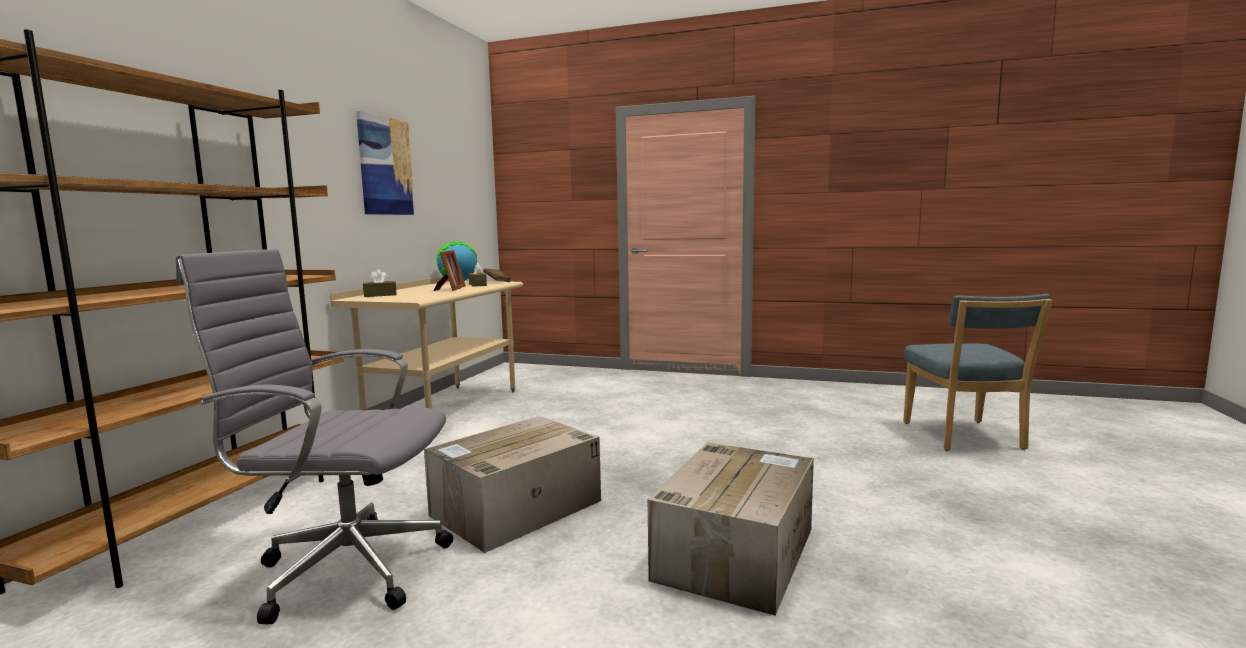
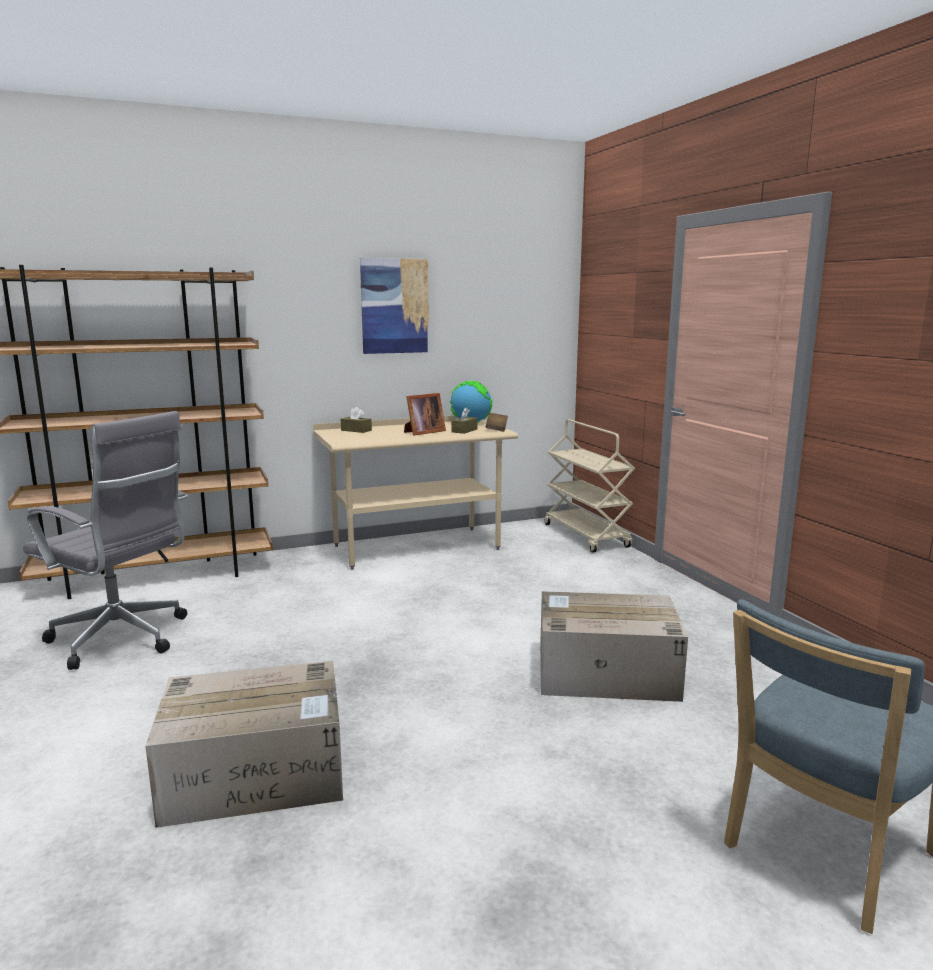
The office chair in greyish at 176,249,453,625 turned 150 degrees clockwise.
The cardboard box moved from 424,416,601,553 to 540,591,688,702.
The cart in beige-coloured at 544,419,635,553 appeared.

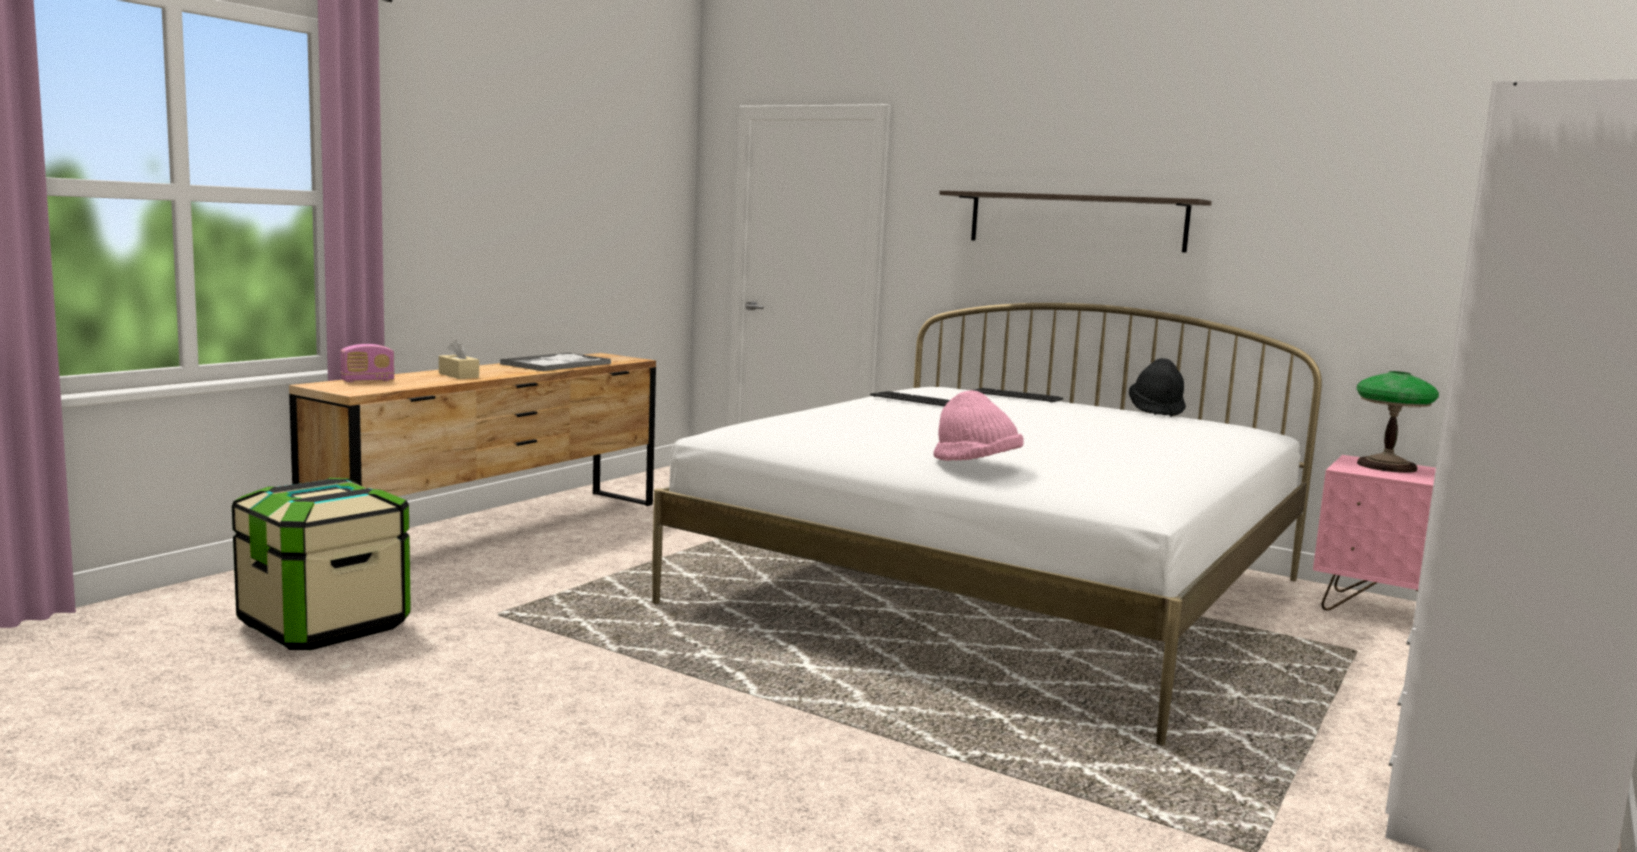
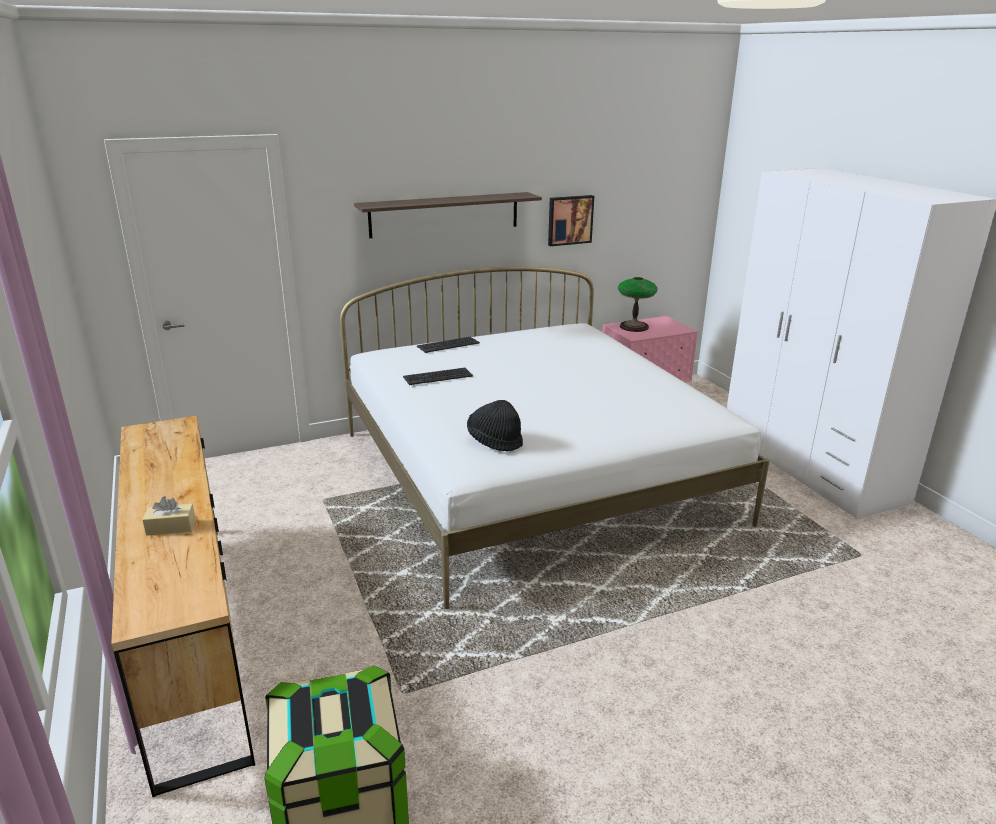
The radio at 340,344,395,382 disappeared.
The carrying tray at 500,353,611,371 disappeared.
The clothing hat in pink at 933,390,1023,461 disappeared.
The clothing hat in blackish moved from 1129,358,1186,417 to 467,400,523,451.
The picture at 548,195,594,246 appeared.

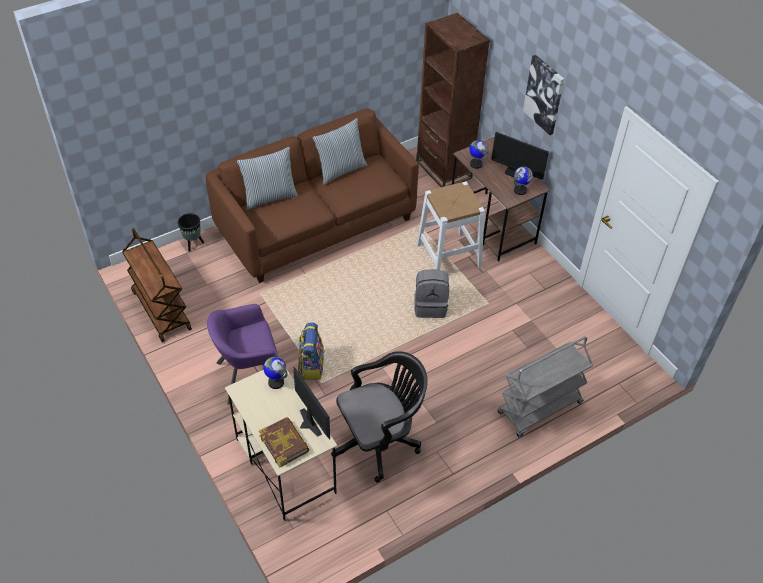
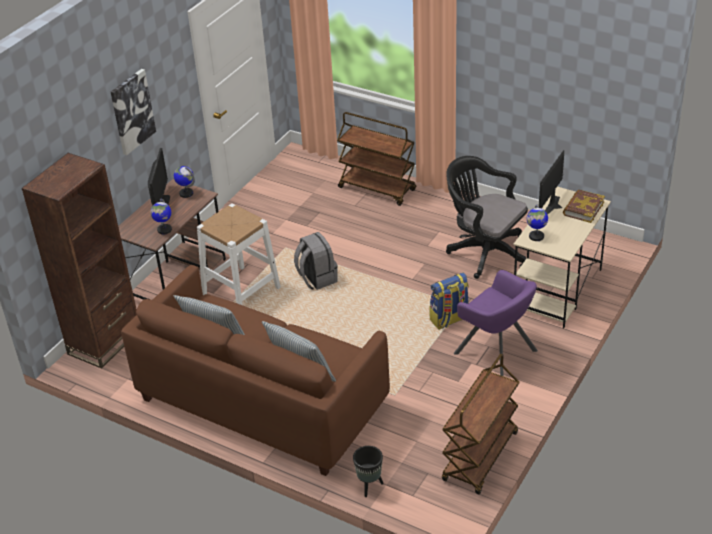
The cart in greyish at 497,336,593,437 became the cart in brown at 337,112,416,206.

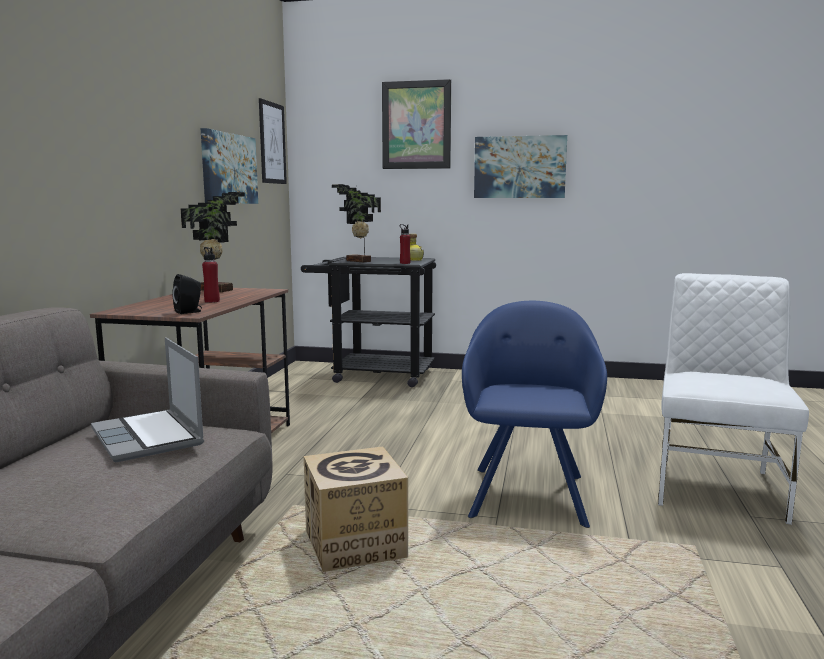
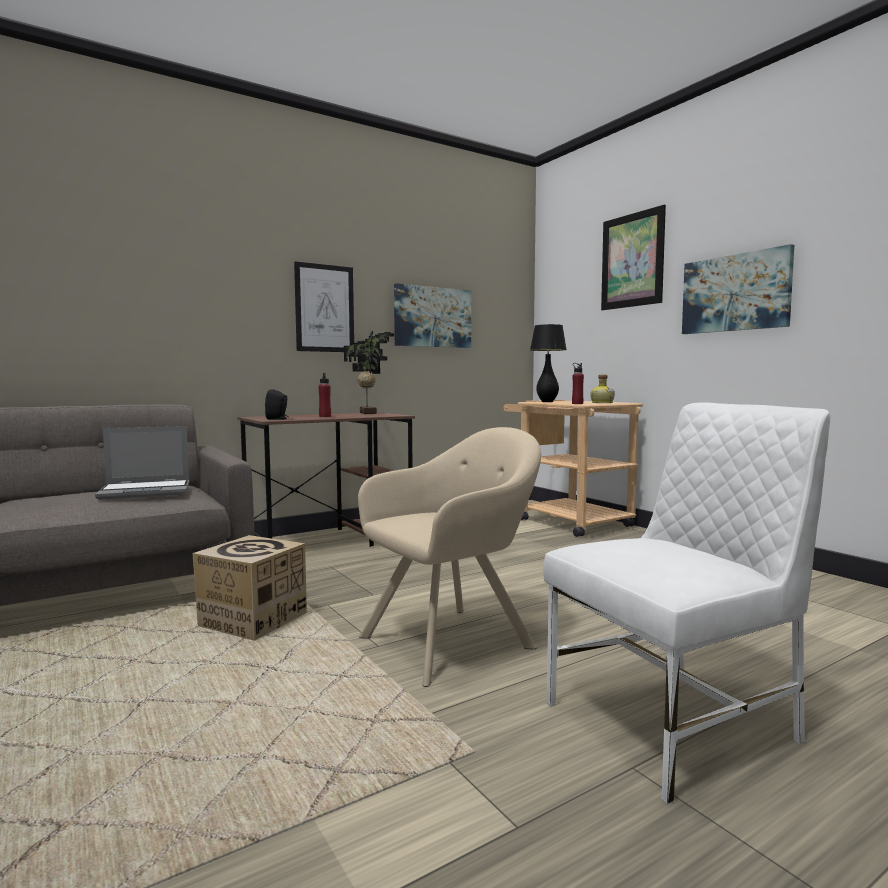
The portable computer at 91,337,204,463 turned 120 degrees counterclockwise.
The picture moved from 259,98,287,184 to 294,262,354,352.
The cart in blackish at 301,257,436,387 became the cart in beige-coloured at 504,400,643,537.
The houseplant at 332,184,381,262 was replaced by the table lamp in blackish at 530,324,567,402.
The lounge chair in blue at 462,301,607,528 became the lounge chair in beige-coloured at 358,427,541,687.

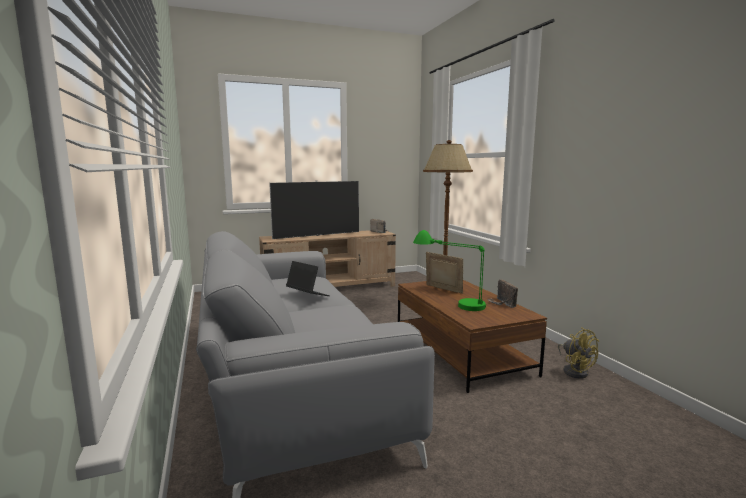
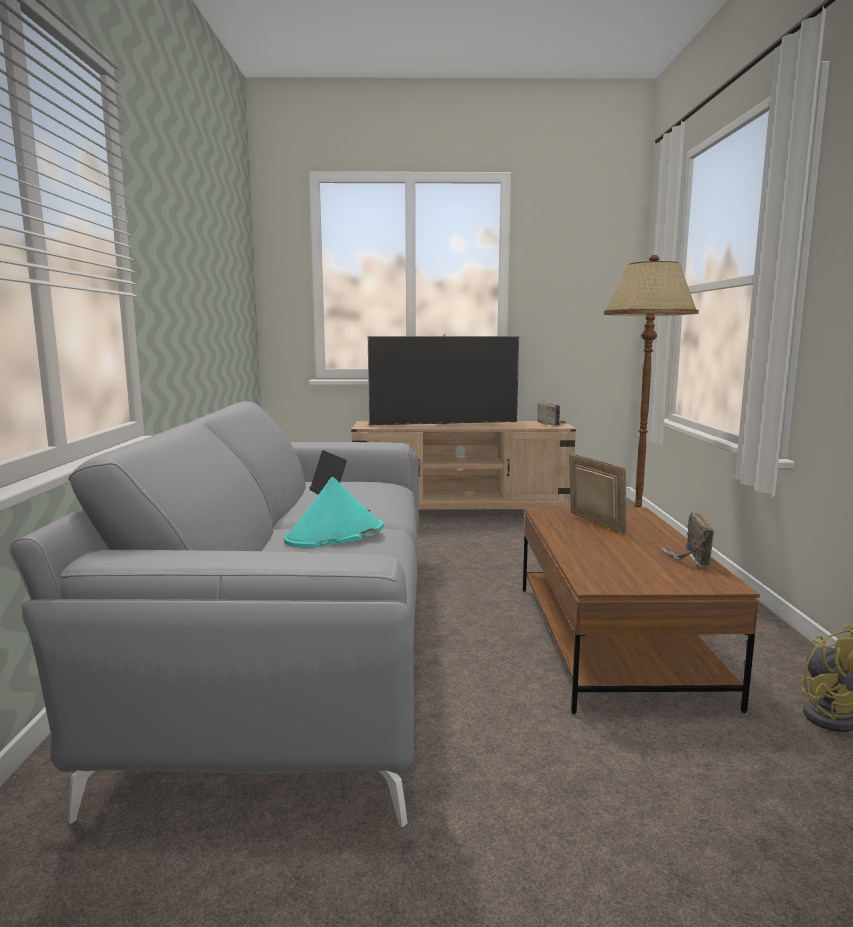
The table lamp in greenish at 413,230,486,311 disappeared.
The clothing hat in blue-green at 284,477,383,548 appeared.

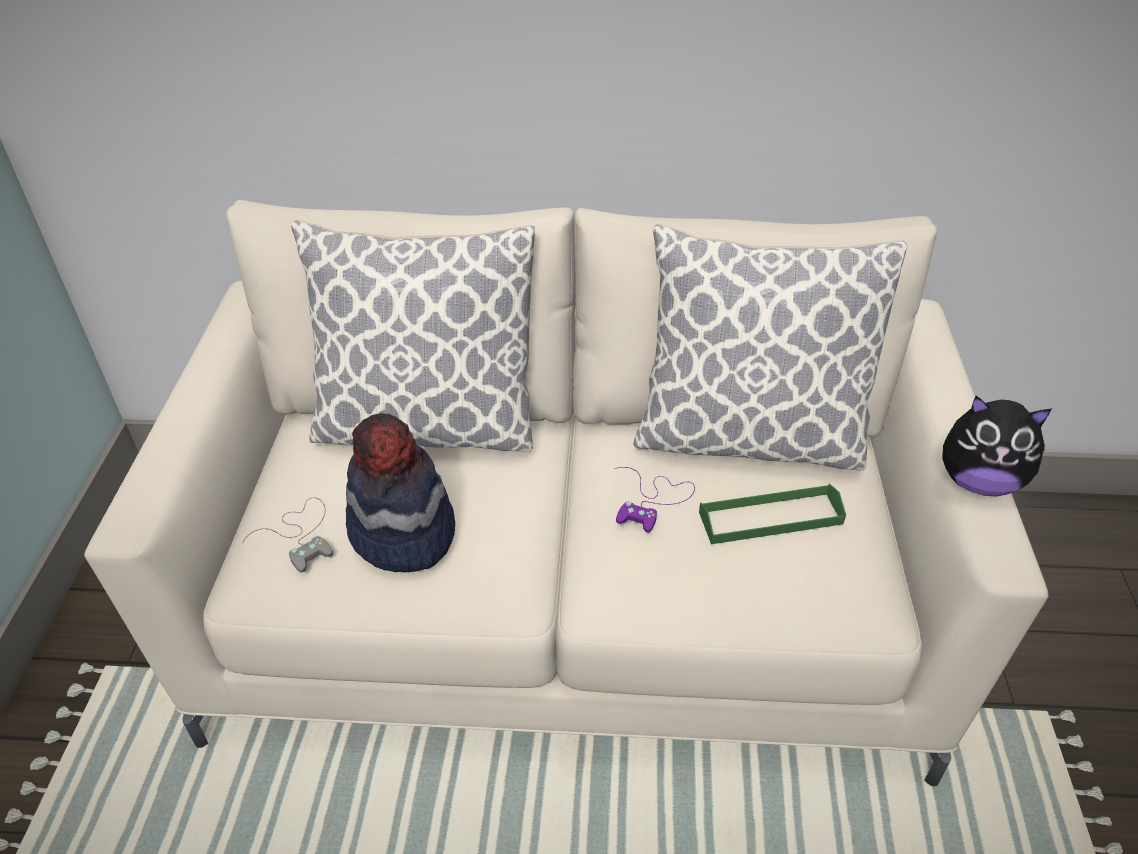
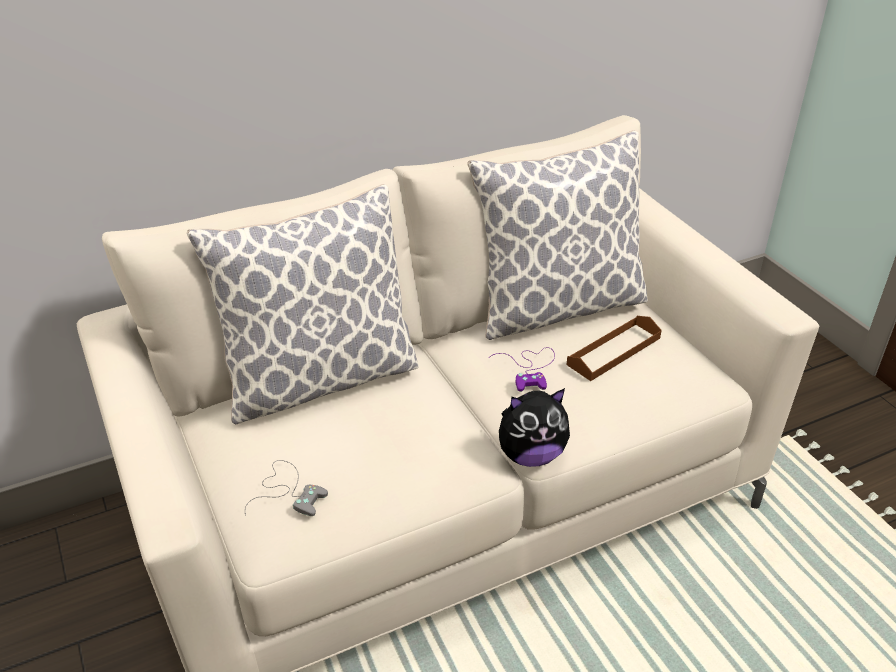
The clothing hat at 346,413,455,572 disappeared.
The carrying tray in greenish at 699,484,846,544 became the carrying tray in brown at 566,316,662,381.
The plush toy moved from 942,396,1052,497 to 499,388,570,467.

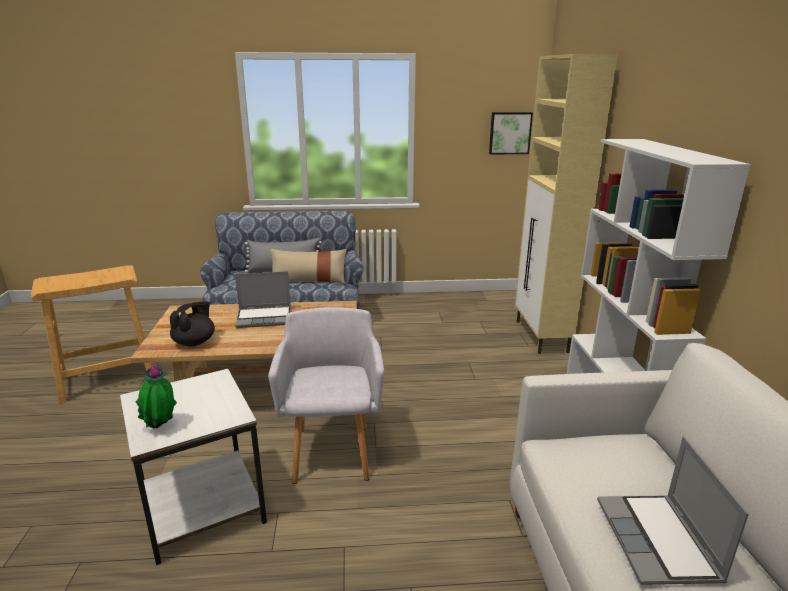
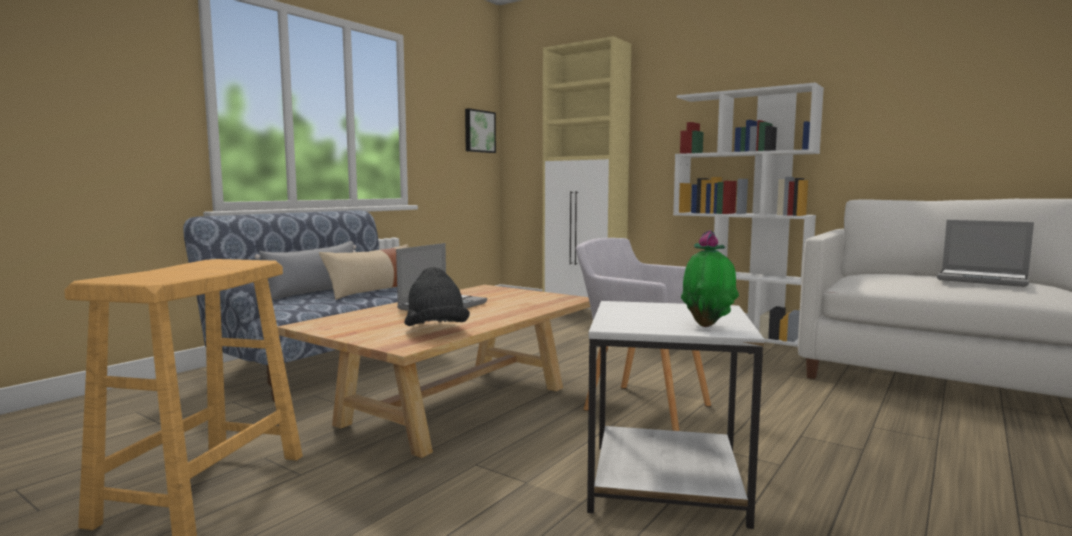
The teapot in blackish at 170,301,215,346 was replaced by the clothing hat in blackish at 404,267,470,326.

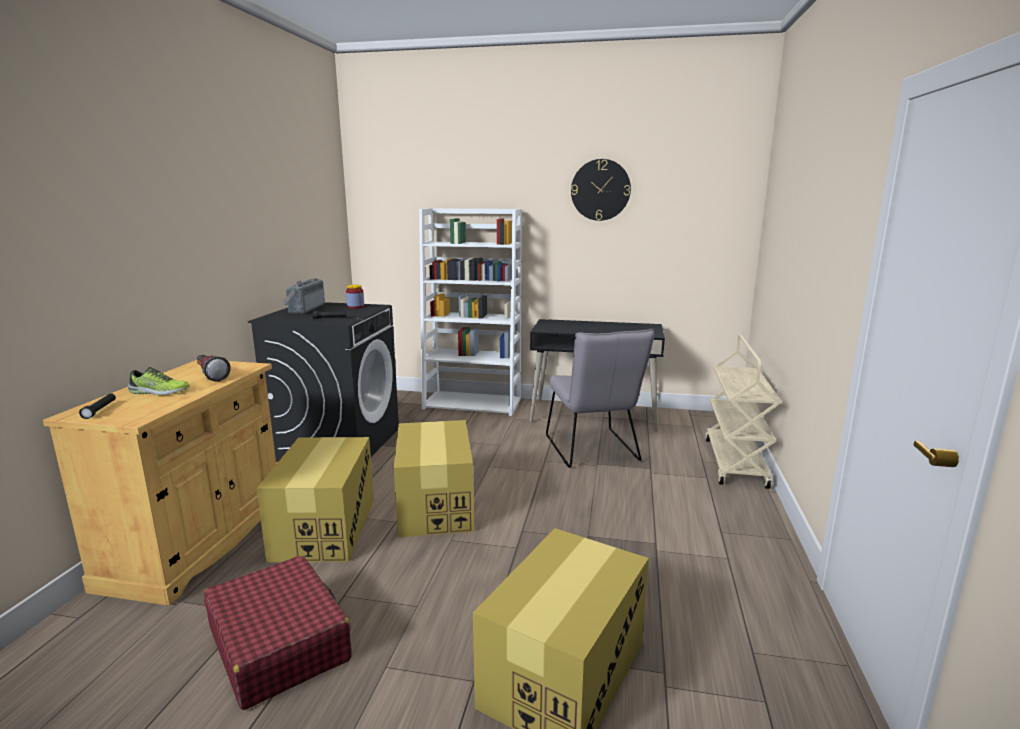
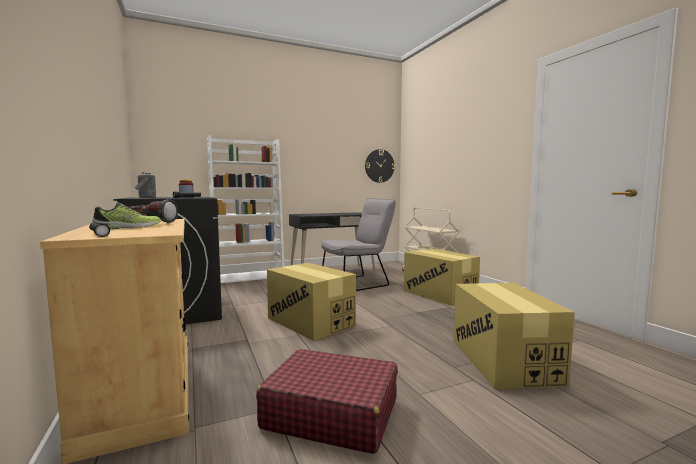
The cardboard box moved from 257,437,374,562 to 404,249,480,306.
The upright chair in greyish at 546,329,655,468 turned 75 degrees counterclockwise.
The hanging clock moved from 571,159,631,221 to 365,149,395,183.

